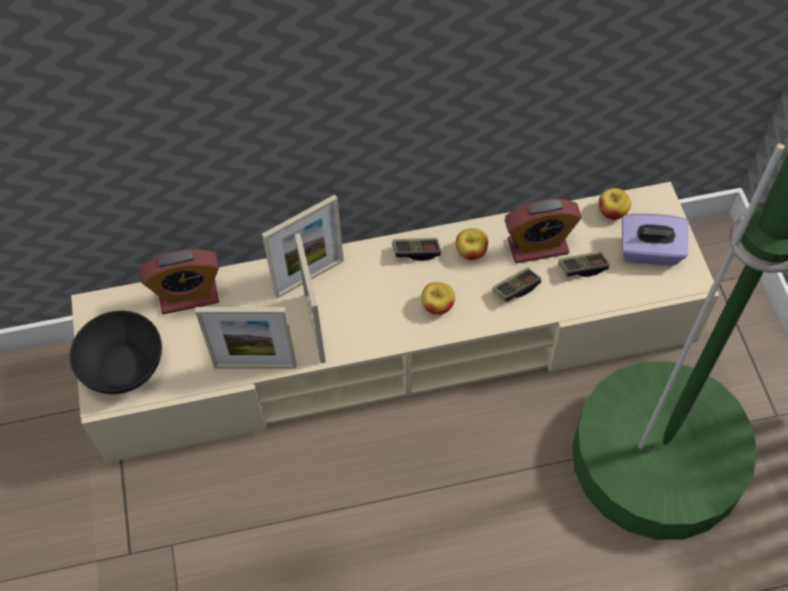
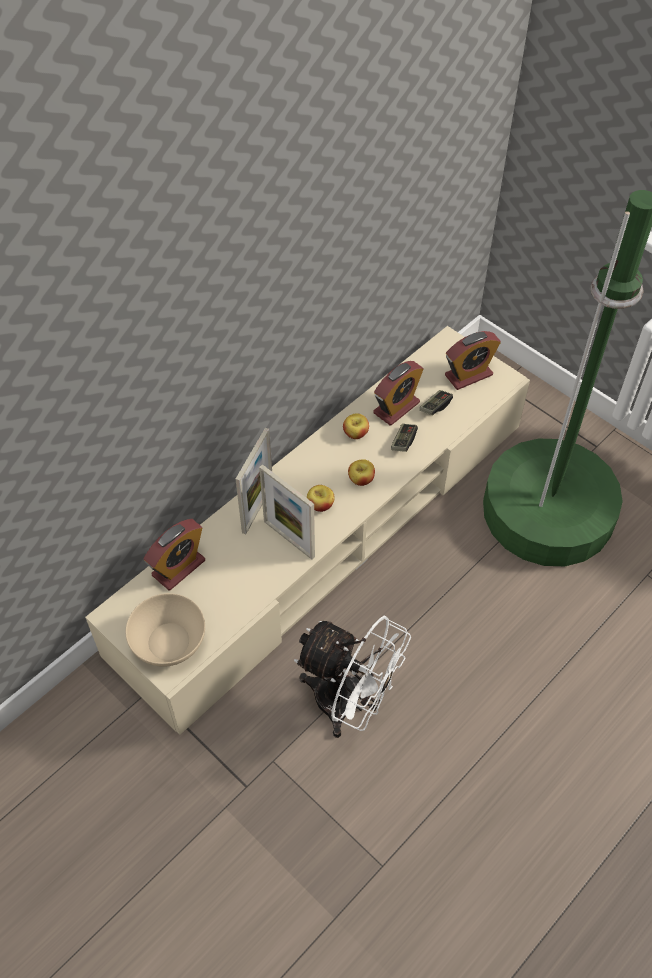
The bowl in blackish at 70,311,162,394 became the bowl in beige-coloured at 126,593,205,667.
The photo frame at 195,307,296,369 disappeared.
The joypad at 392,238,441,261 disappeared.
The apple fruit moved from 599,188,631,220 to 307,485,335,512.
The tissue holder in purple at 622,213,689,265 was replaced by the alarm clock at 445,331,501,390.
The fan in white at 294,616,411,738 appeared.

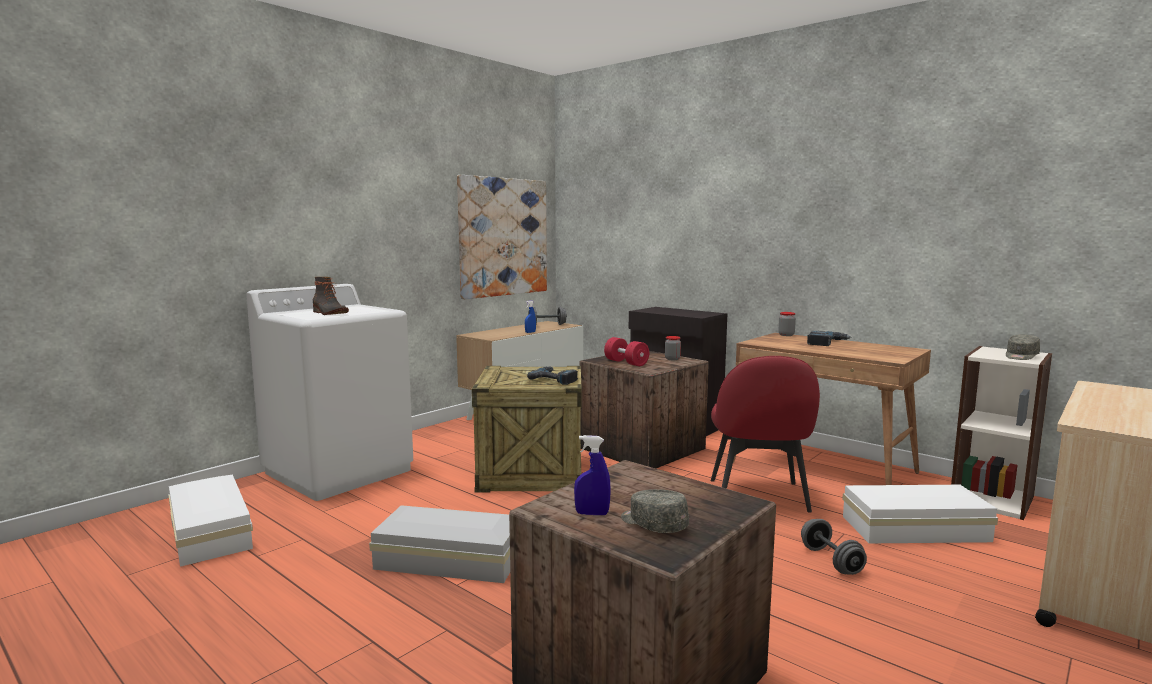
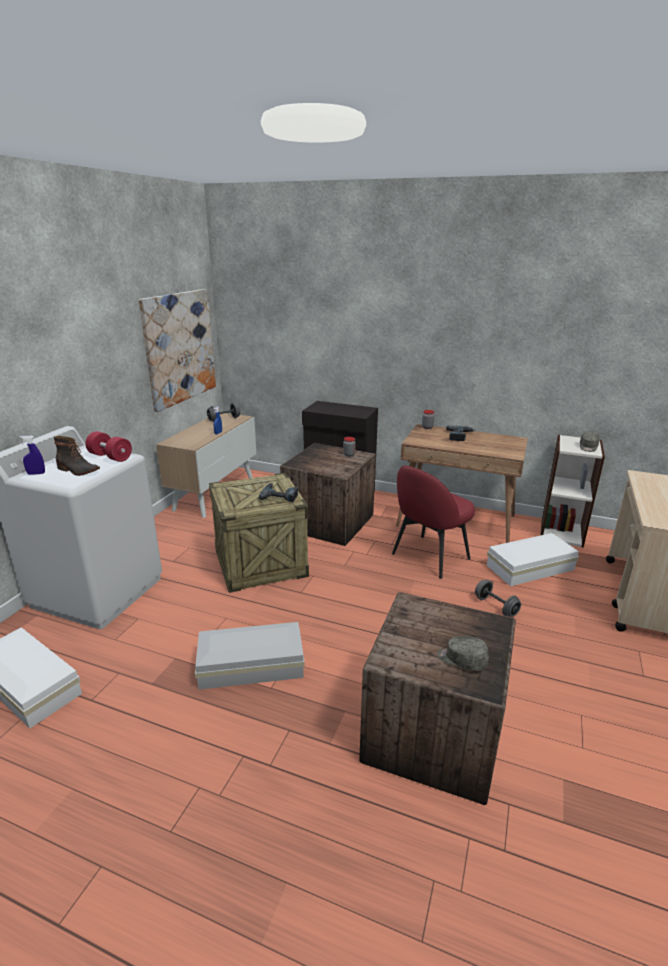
The spray bottle in blue moved from 574,435,611,515 to 19,435,45,475.
The dumbbell in red moved from 604,337,649,366 to 85,431,132,462.
The upright chair in red at 711,356,820,513 turned 60 degrees clockwise.

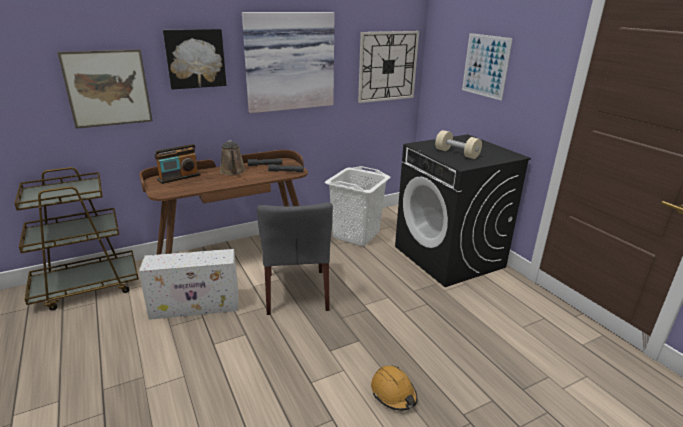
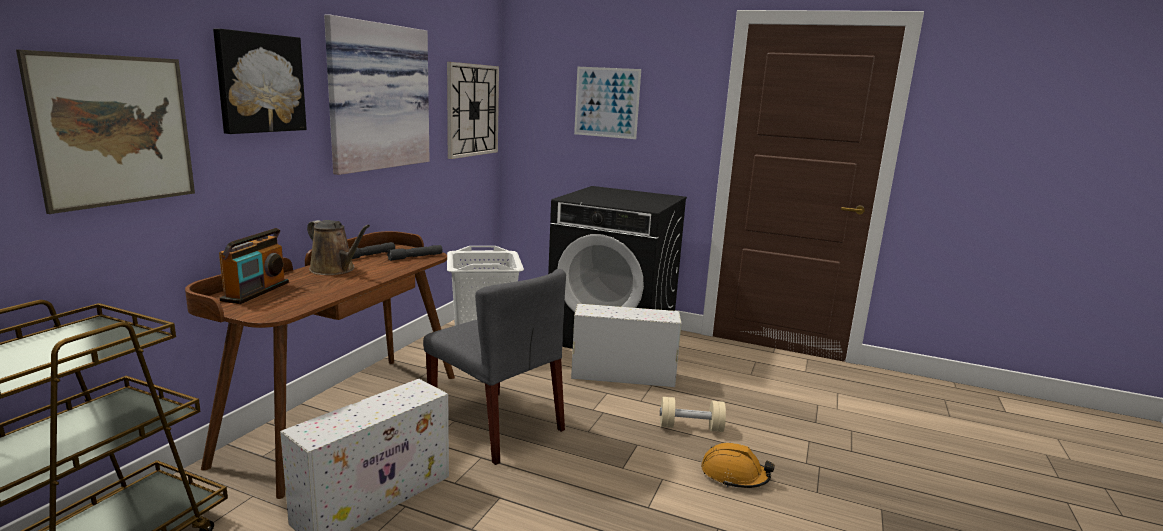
The dumbbell in beige-coloured moved from 435,130,482,159 to 660,397,726,432.
The storage bin in white at 571,304,682,387 appeared.

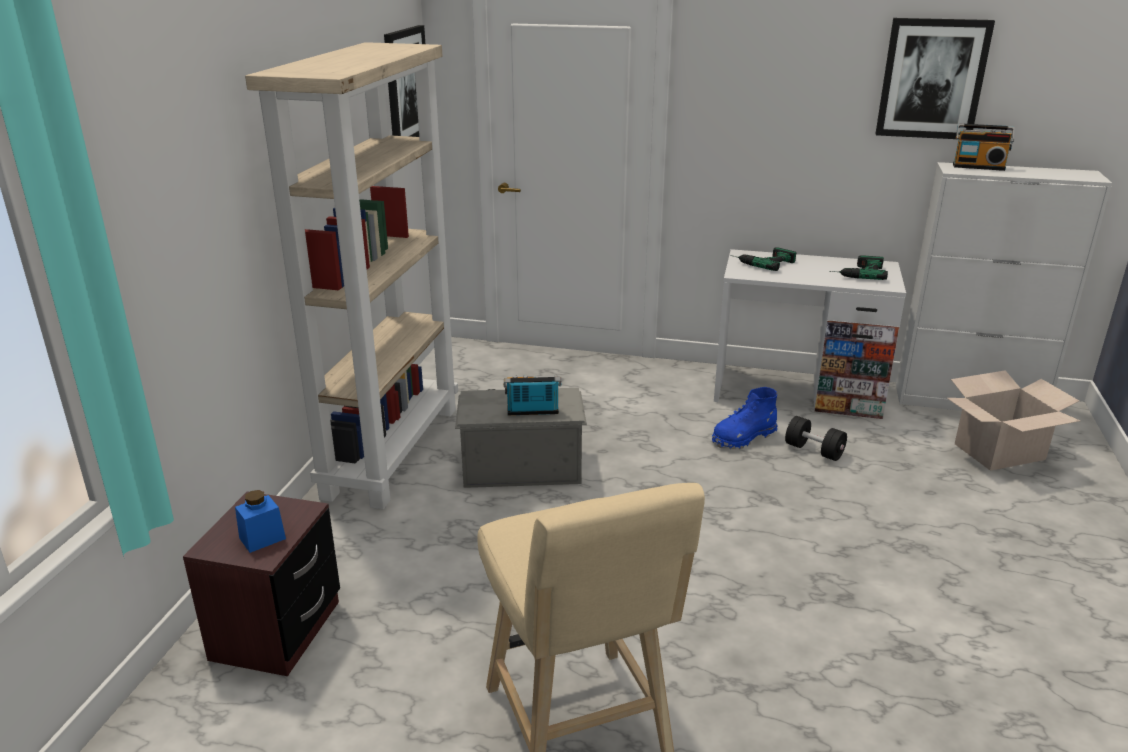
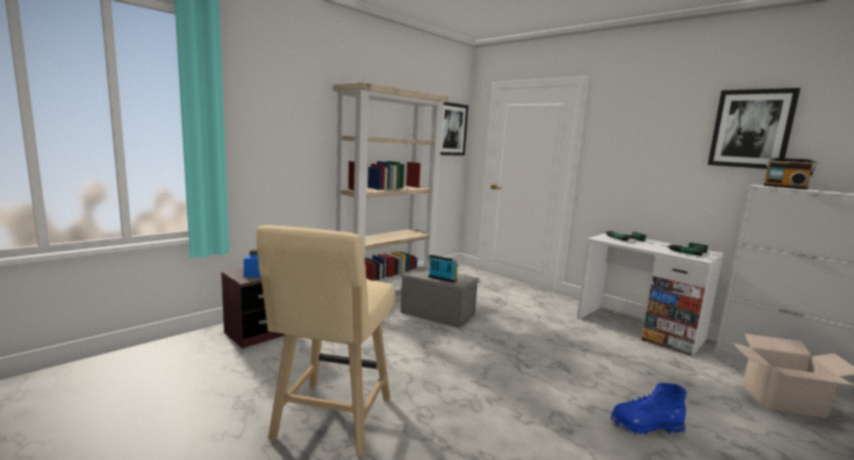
The boot in blue moved from 712,387,778,449 to 611,383,687,436.
The dumbbell in blackish at 785,416,847,461 disappeared.

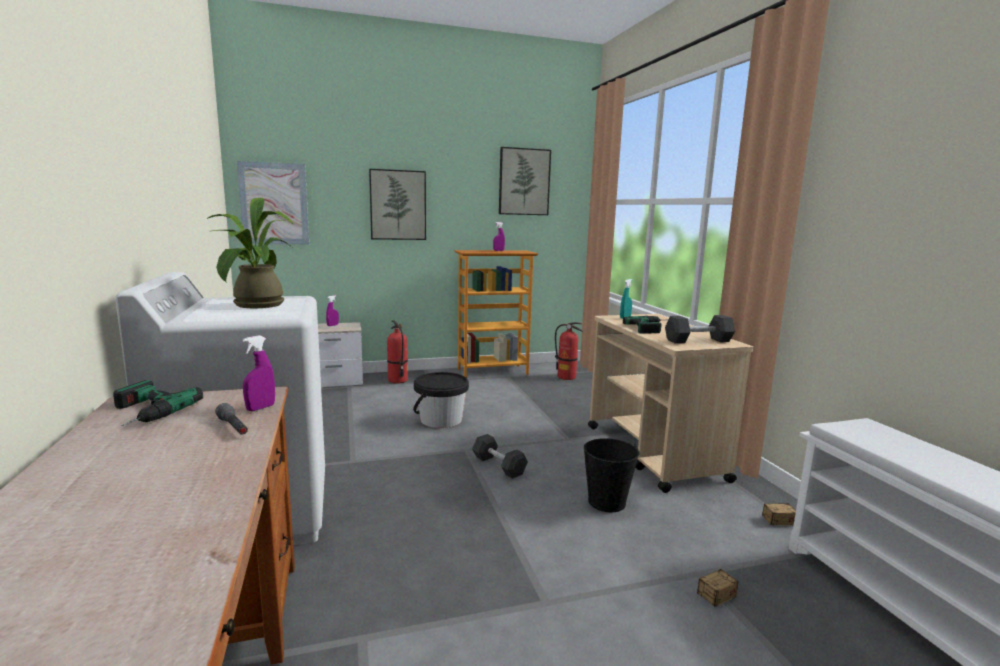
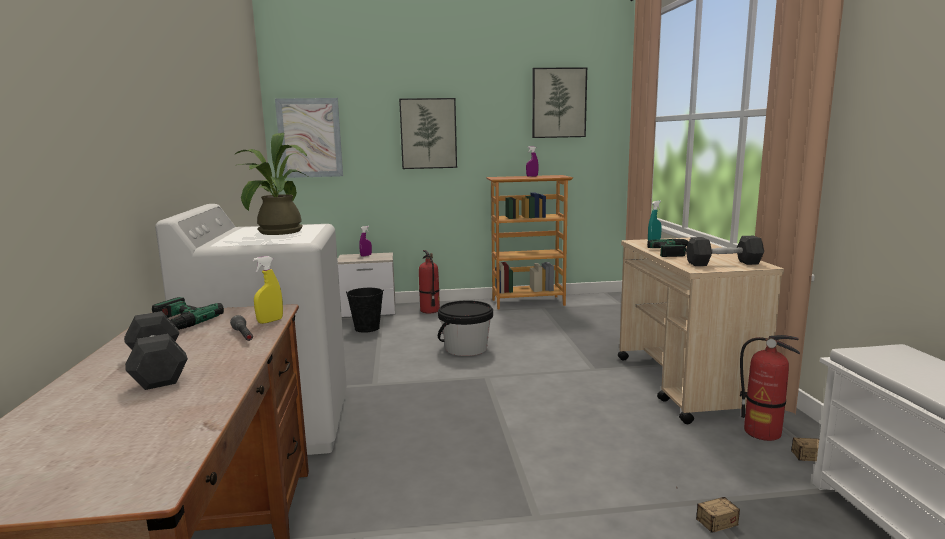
The spray bottle in purple at 243,335,275,411 became the spray bottle in yellow-coloured at 253,256,283,324.
The dumbbell in greyish moved from 472,434,528,479 to 124,311,188,390.
The fire-fighting cylinder moved from 555,322,583,380 to 740,335,800,441.
The pail in blackish moved from 584,438,639,512 to 346,288,384,333.

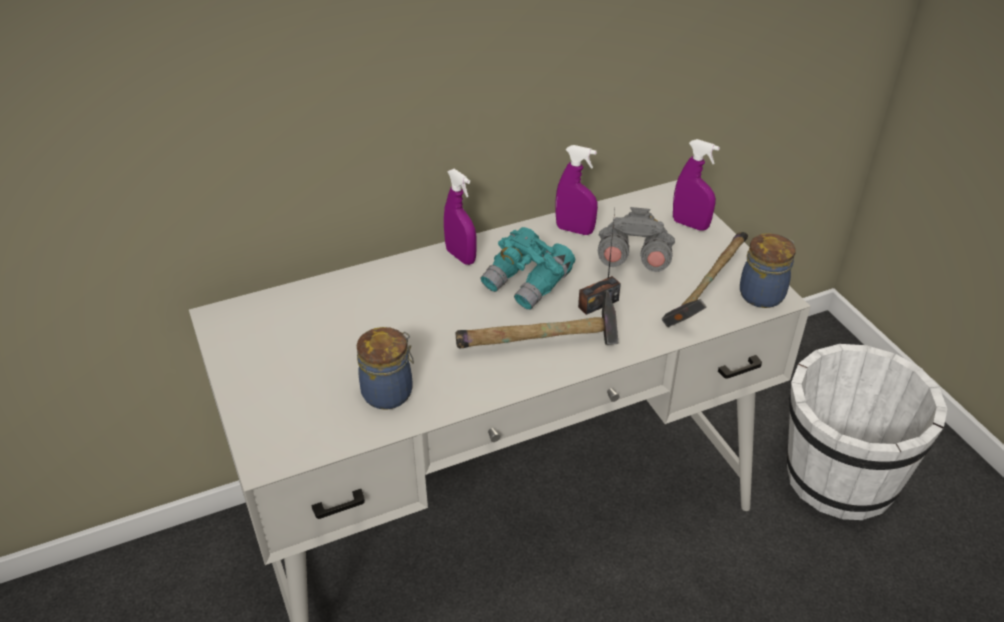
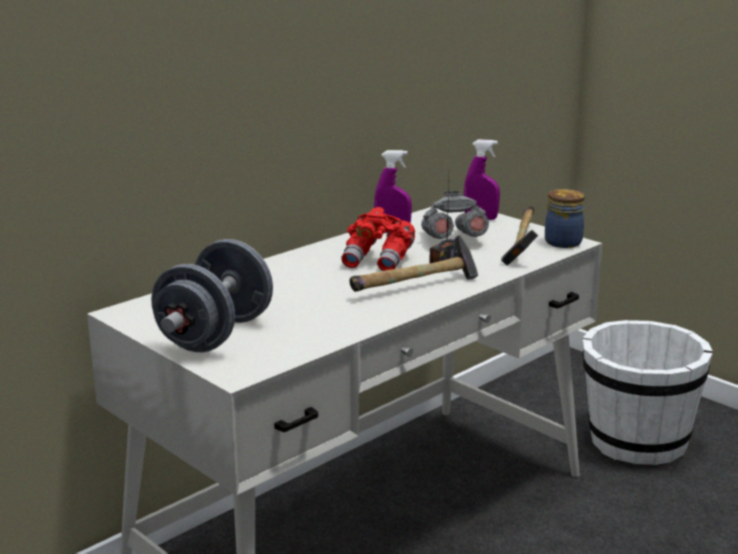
The preserve jar at 357,327,414,410 disappeared.
The spray bottle in purple at 444,169,476,265 disappeared.
The binoculars in blue-green at 480,227,575,310 became the binoculars in red at 341,207,415,271.
The dumbbell in greyish at 151,239,273,352 appeared.

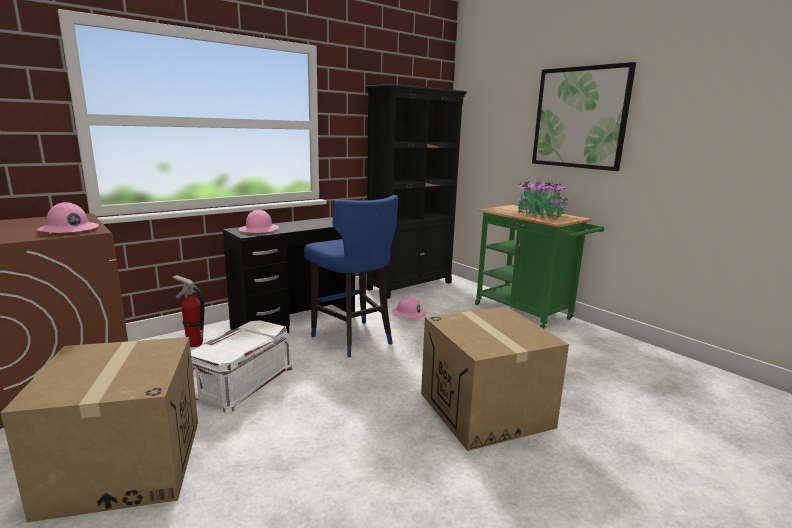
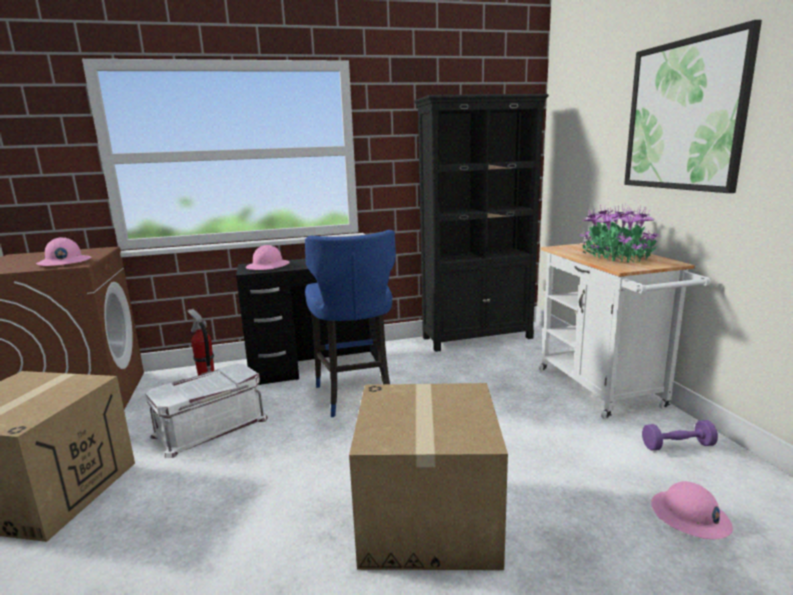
The safety helmet in pink moved from 392,297,426,319 to 651,481,733,539.
The cart in greenish at 475,205,604,329 became the cart in white at 539,242,711,420.
The dumbbell in purple at 642,420,718,450 appeared.

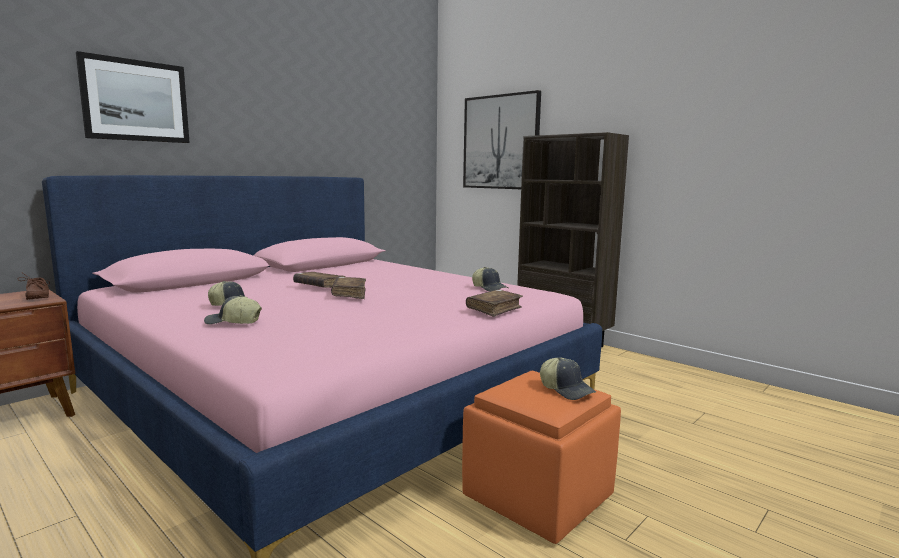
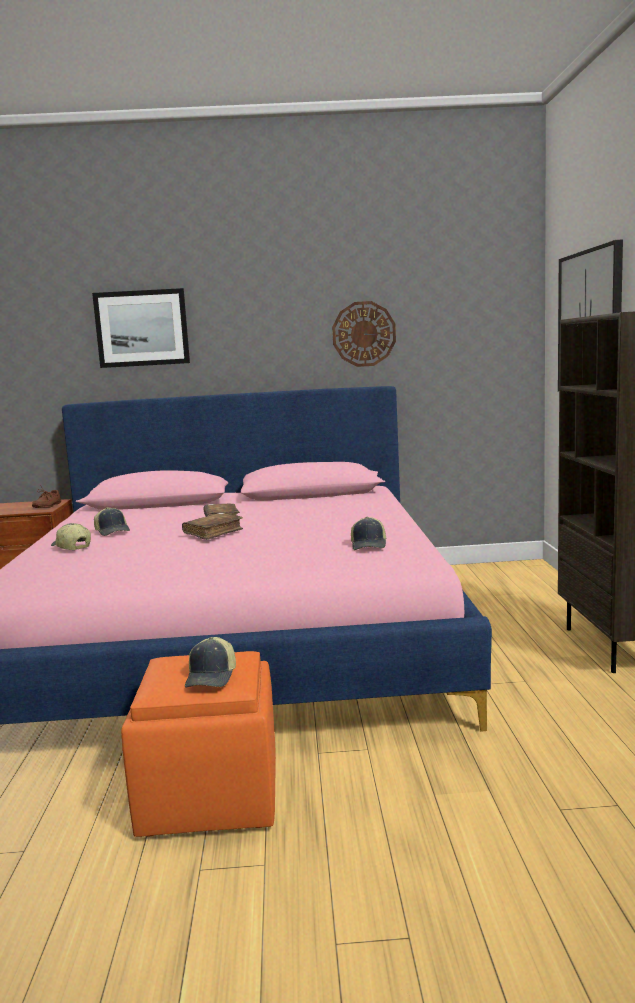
The bound book in brown at 466,290,523,317 disappeared.
The hanging clock at 332,301,396,367 appeared.

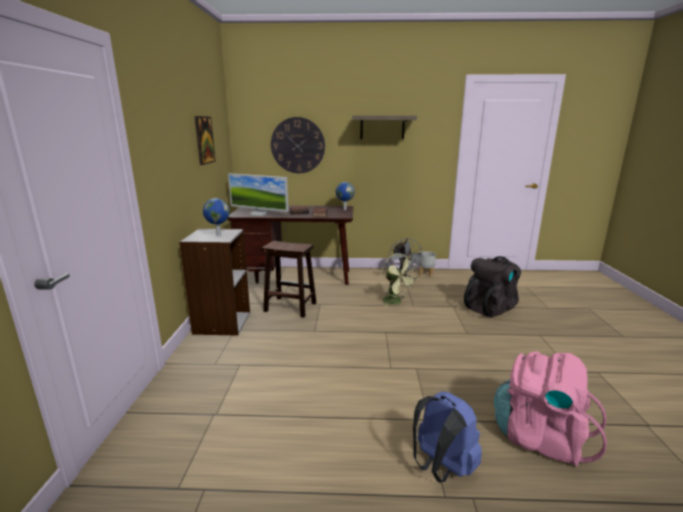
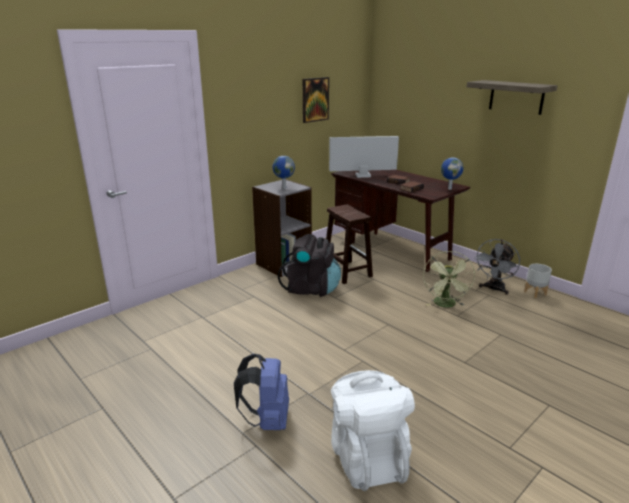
The computer screen at 228,173,289,216 turned 105 degrees clockwise.
The hanging clock at 271,117,325,173 disappeared.
The rucksack in blackish moved from 464,256,521,318 to 278,234,341,297.
The rucksack in pink at 494,351,607,466 became the rucksack in white at 331,370,415,491.

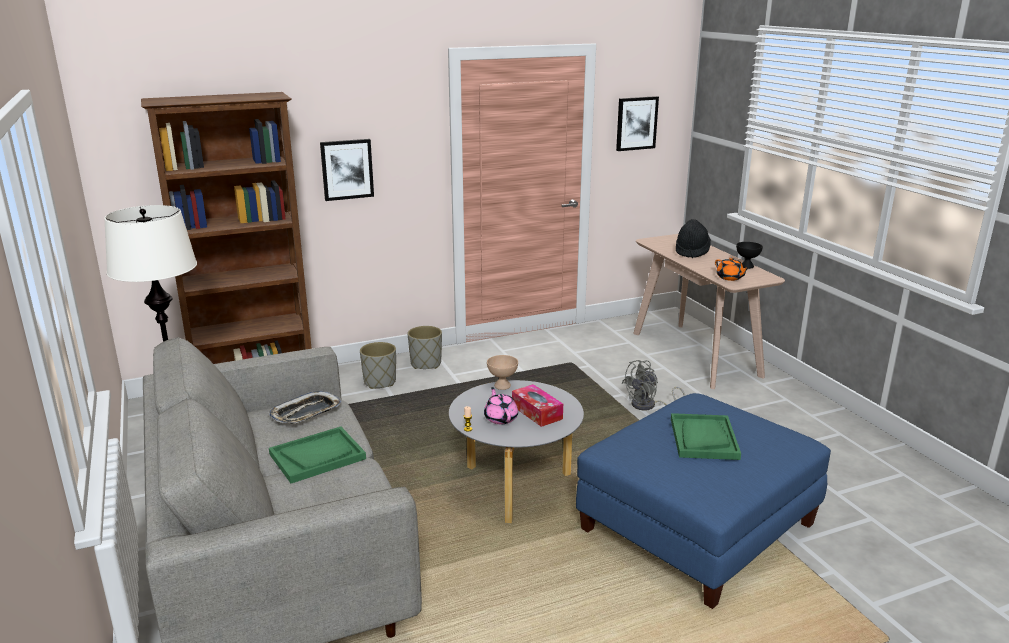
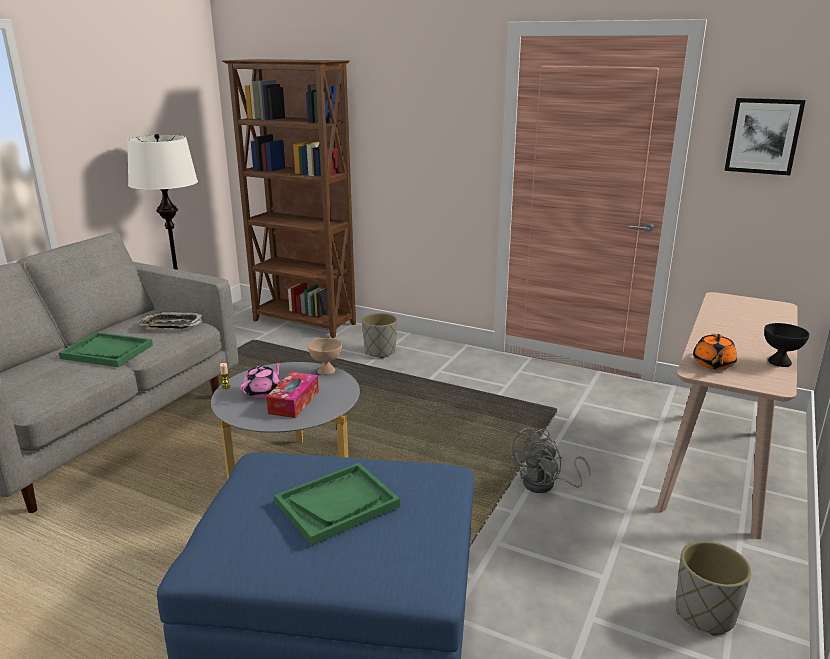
The picture at 320,139,374,201 disappeared.
The flower pot in greyish moved from 407,326,442,369 to 676,541,751,636.
The fan in greyish at 622,360,686,411 turned 60 degrees counterclockwise.
The clothing hat in blackish at 676,219,711,258 disappeared.

